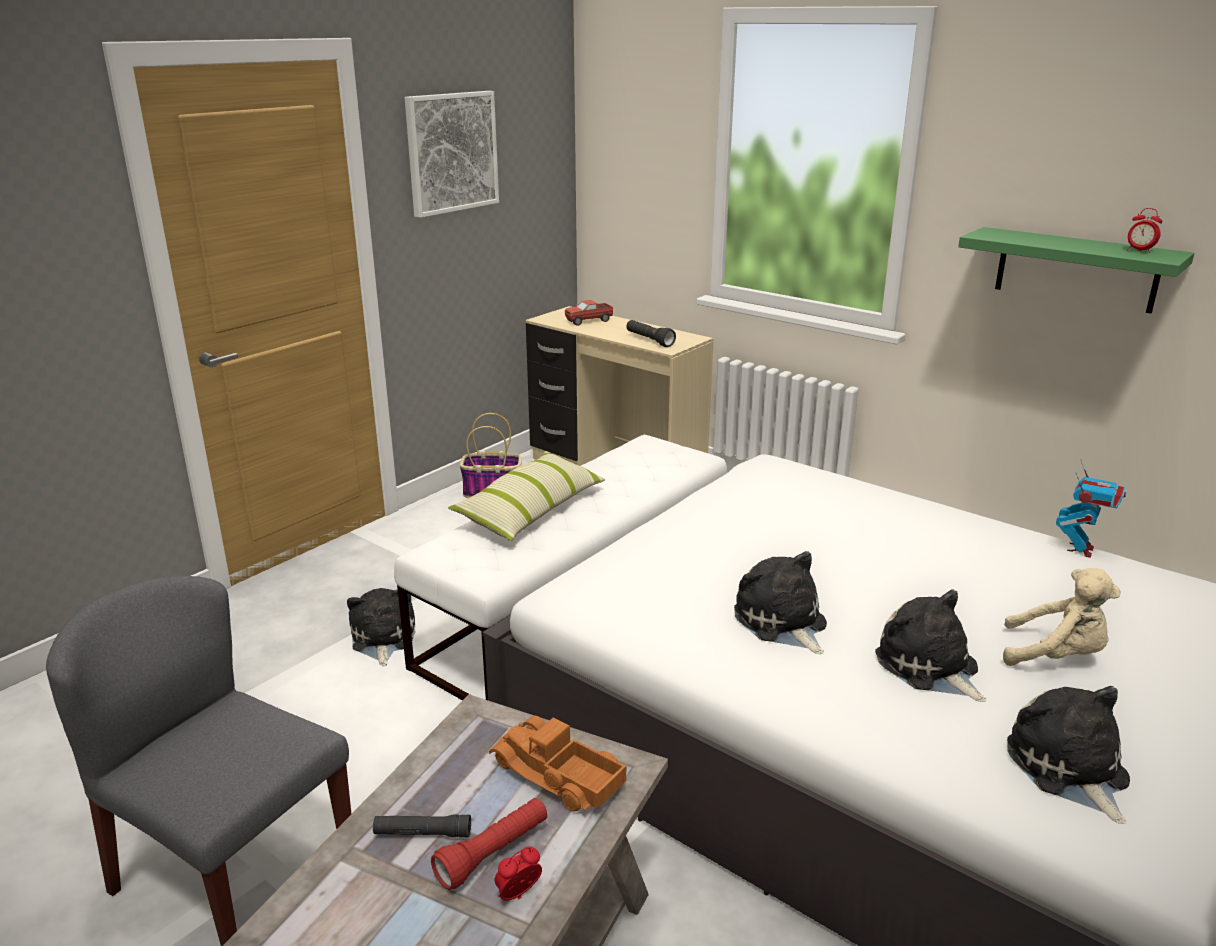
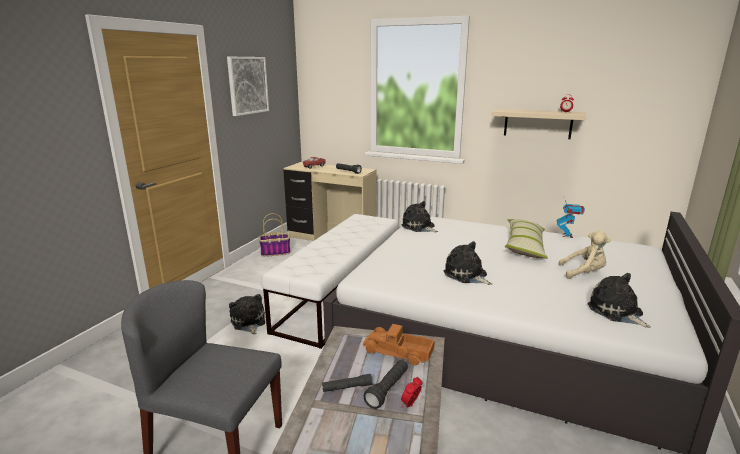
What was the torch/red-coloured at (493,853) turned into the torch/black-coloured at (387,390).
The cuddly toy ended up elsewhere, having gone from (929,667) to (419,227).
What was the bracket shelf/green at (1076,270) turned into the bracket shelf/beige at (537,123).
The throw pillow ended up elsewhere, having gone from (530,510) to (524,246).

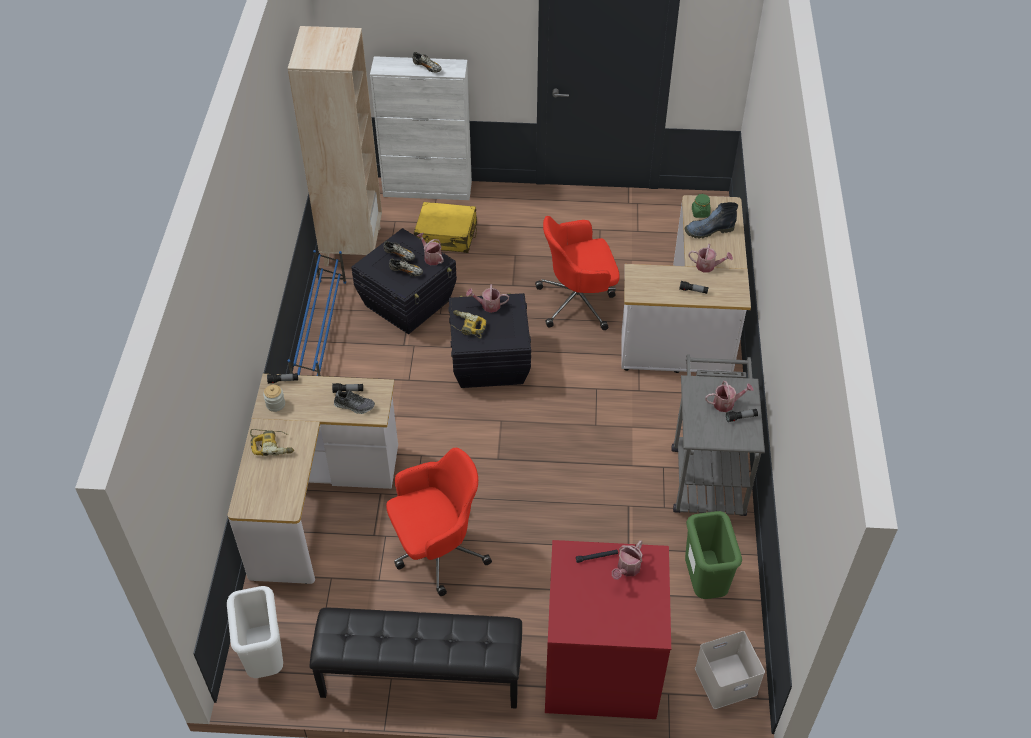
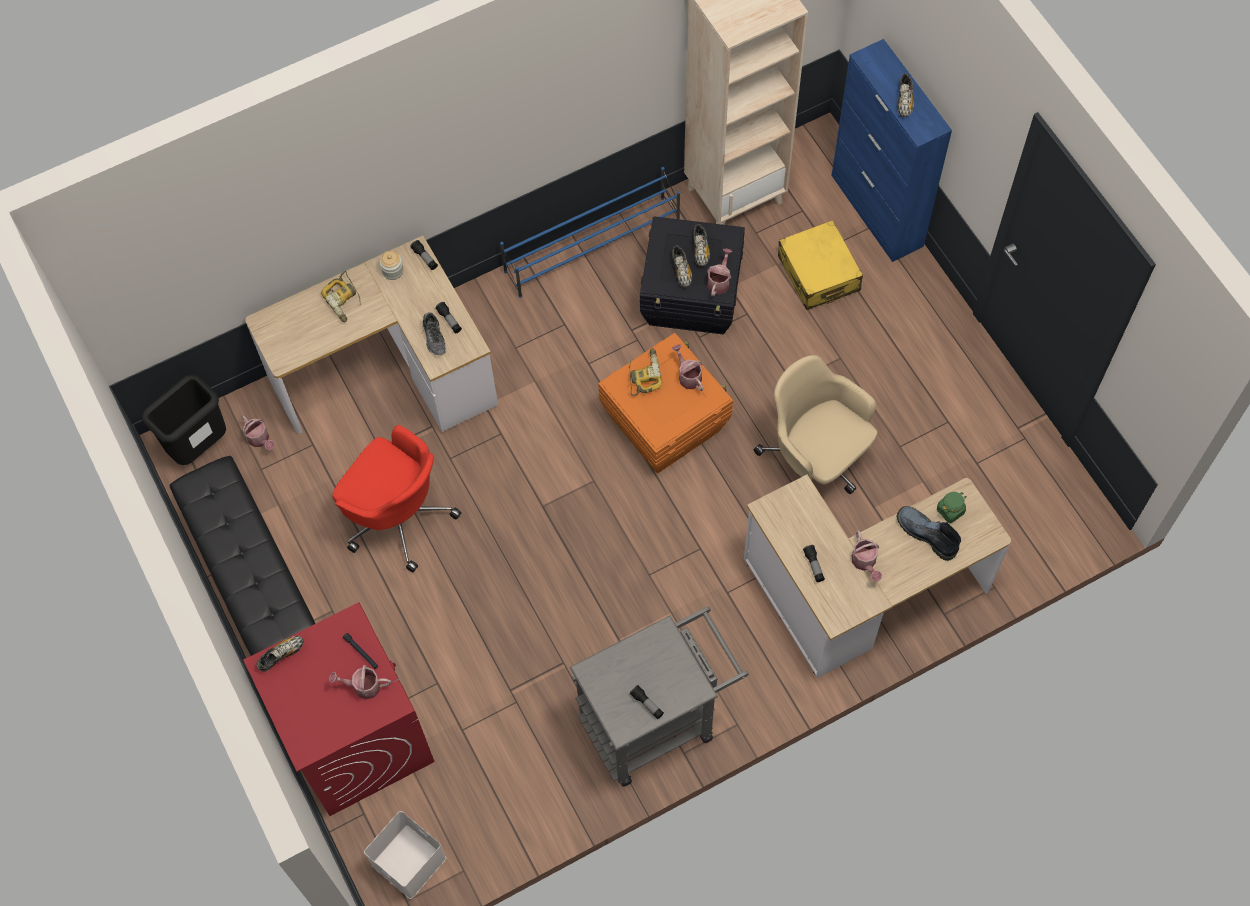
What was the waste bin/white-coloured at (265,659) turned into the waste bin/black-coloured at (199,445).
The sprinkling can ended up elsewhere, having gone from (726,403) to (260,439).
The second view gained the low shoe at (281,655).
What was the storage box/black-coloured at (489,361) turned into the storage box/orange-coloured at (665,423).
What was the computer chair/red-coloured at (578,302) turned into the computer chair/beige at (815,461).
What was the cabinet/white-coloured at (428,189) turned into the cabinet/blue-coloured at (877,211).
The second view lost the waste bin/green at (705,583).

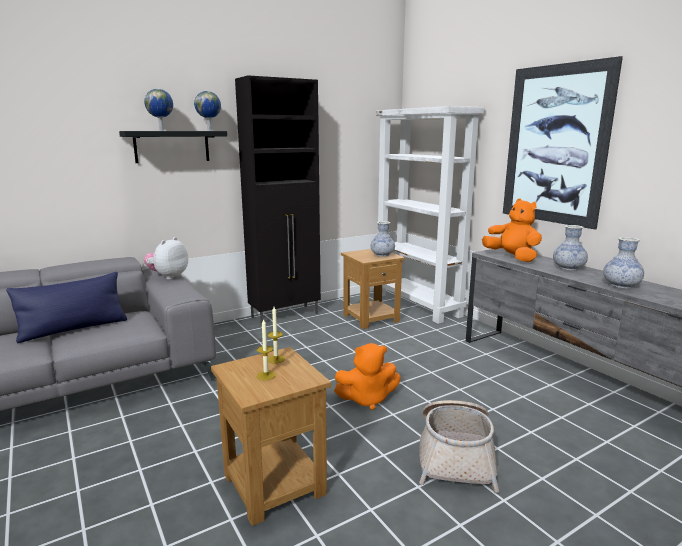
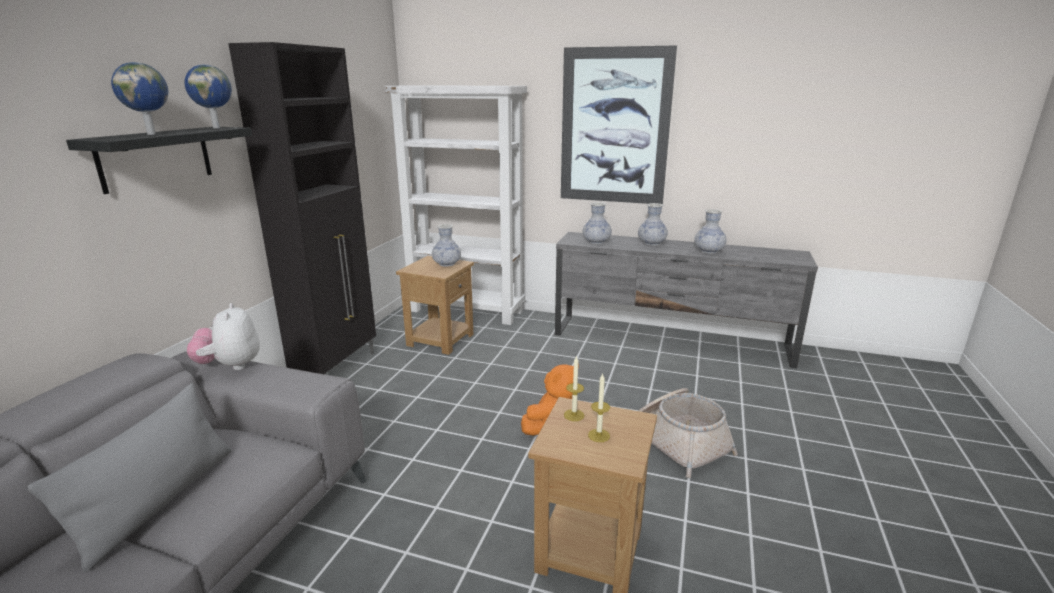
What was the throw pillow/blue-coloured at (74,329) turned into the throw pillow/gray at (158,502).
Where the cuddly toy/orange-coloured stood at (512,257), the decorative vase came to stand at (596,242).

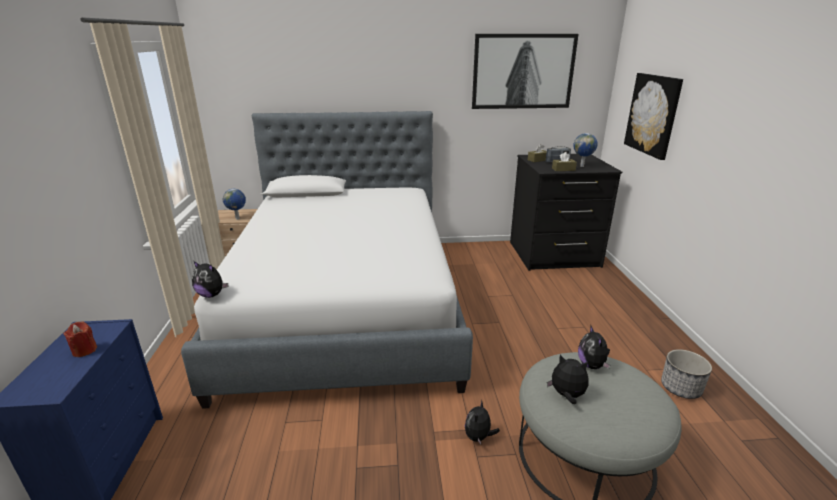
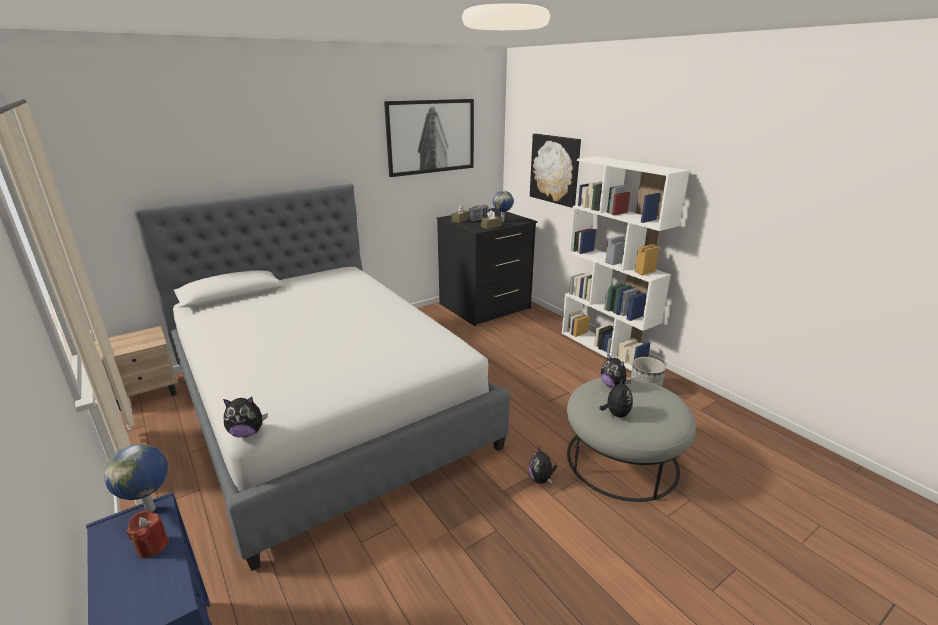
The globe ended up elsewhere, having gone from (238,219) to (152,509).
The second view gained the bookshelf/white-coloured at (606,348).
The cuddly toy at (566,395) ended up facing another way, 105 degrees clockwise from before.

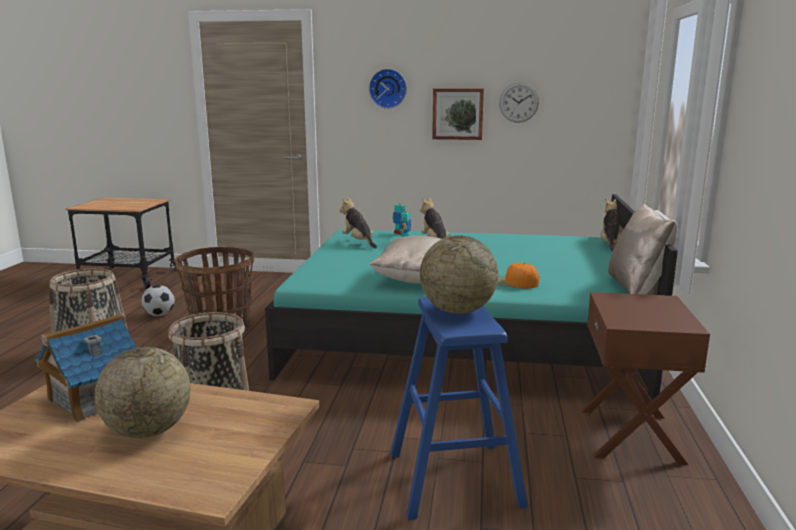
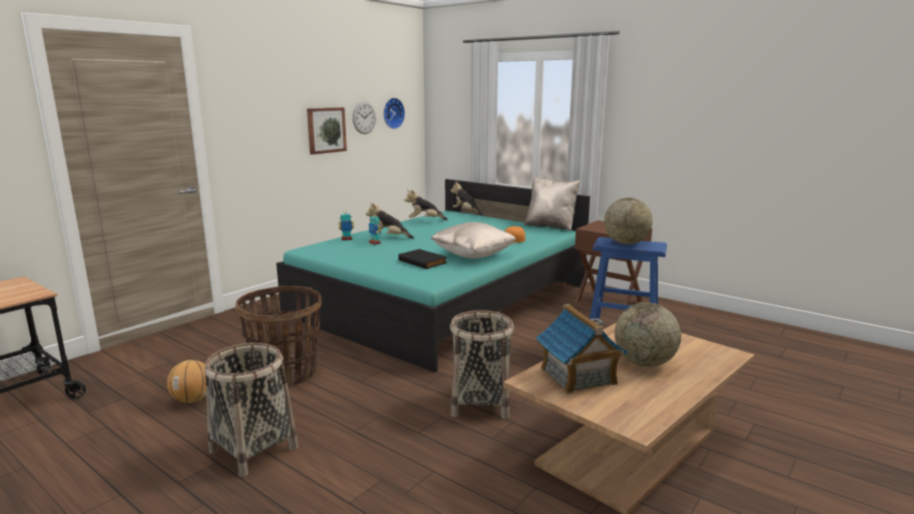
Where the football ball stood at (159,315), the ball for basketball came to stand at (193,400).
The clock on the wall ended up elsewhere, having gone from (388,88) to (392,113).
The second view gained the bound book/black-coloured at (423,261).
The cuddly toy ended up elsewhere, having gone from (358,242) to (425,220).

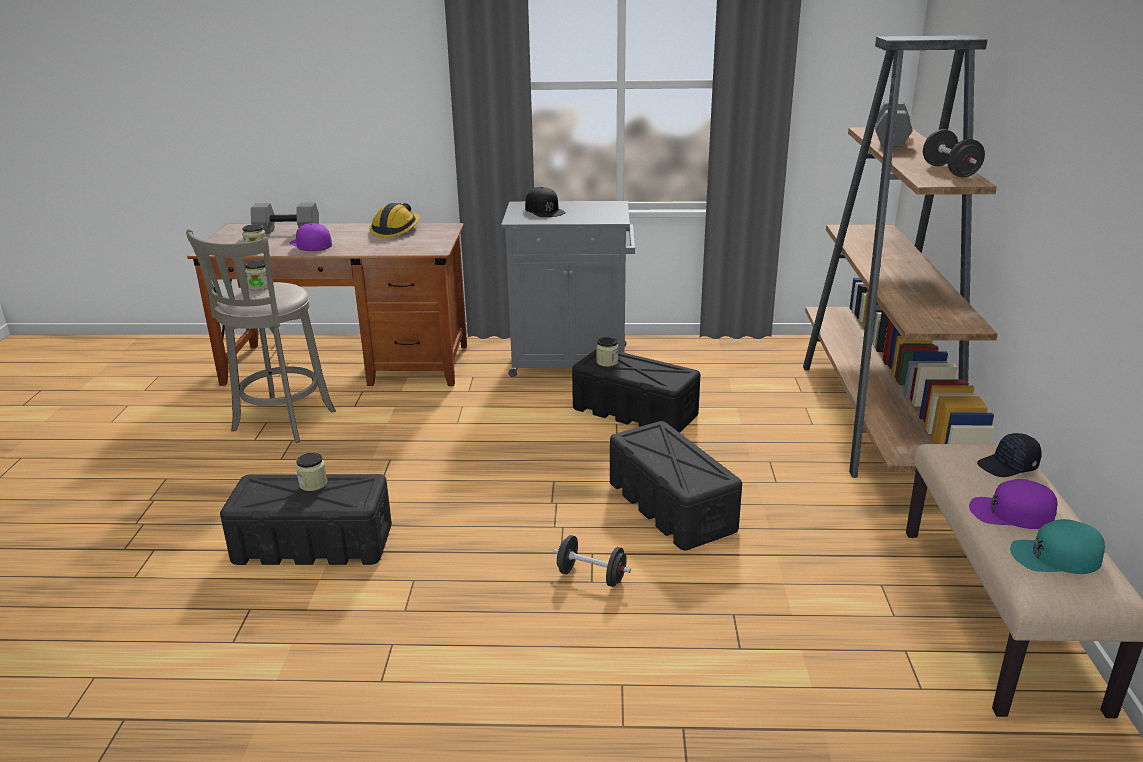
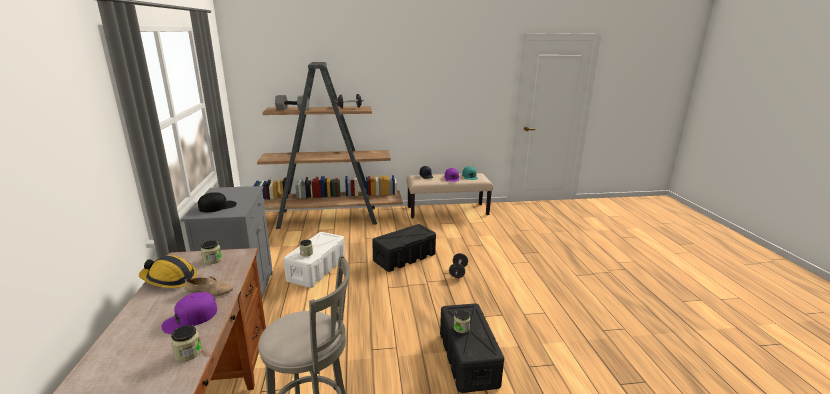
The second view gained the low shoe/beige at (210,291).
The storage jar ended up elsewhere, having gone from (259,286) to (212,260).
What was the storage box/black-coloured at (635,412) turned into the storage box/white-coloured at (317,269).
The second view lost the hand weight/gray at (286,231).

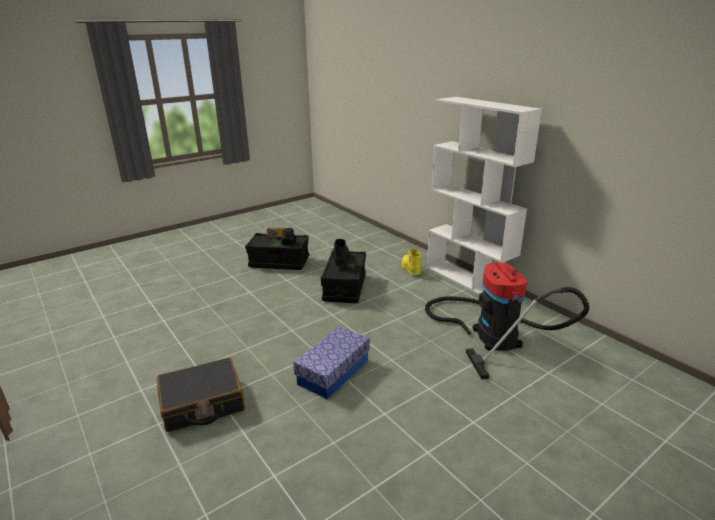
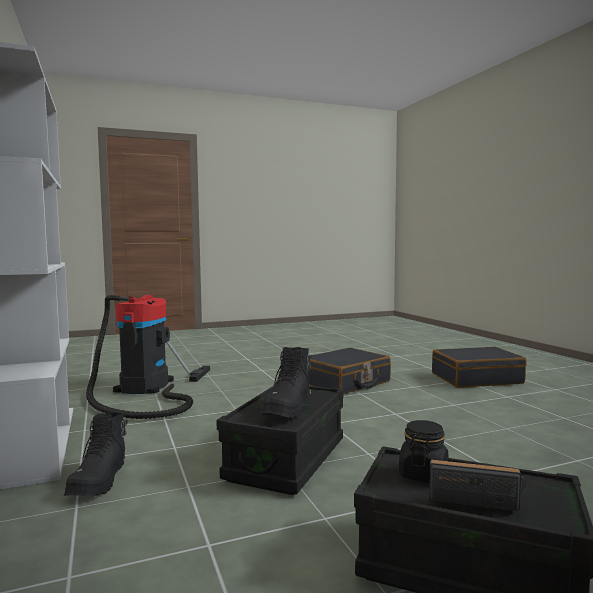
What was the tall boot/yellow at (410,269) turned into the tall boot/black-coloured at (99,481).
Where the storage box stood at (333,372), the suitcase/black-coloured came to stand at (346,382).

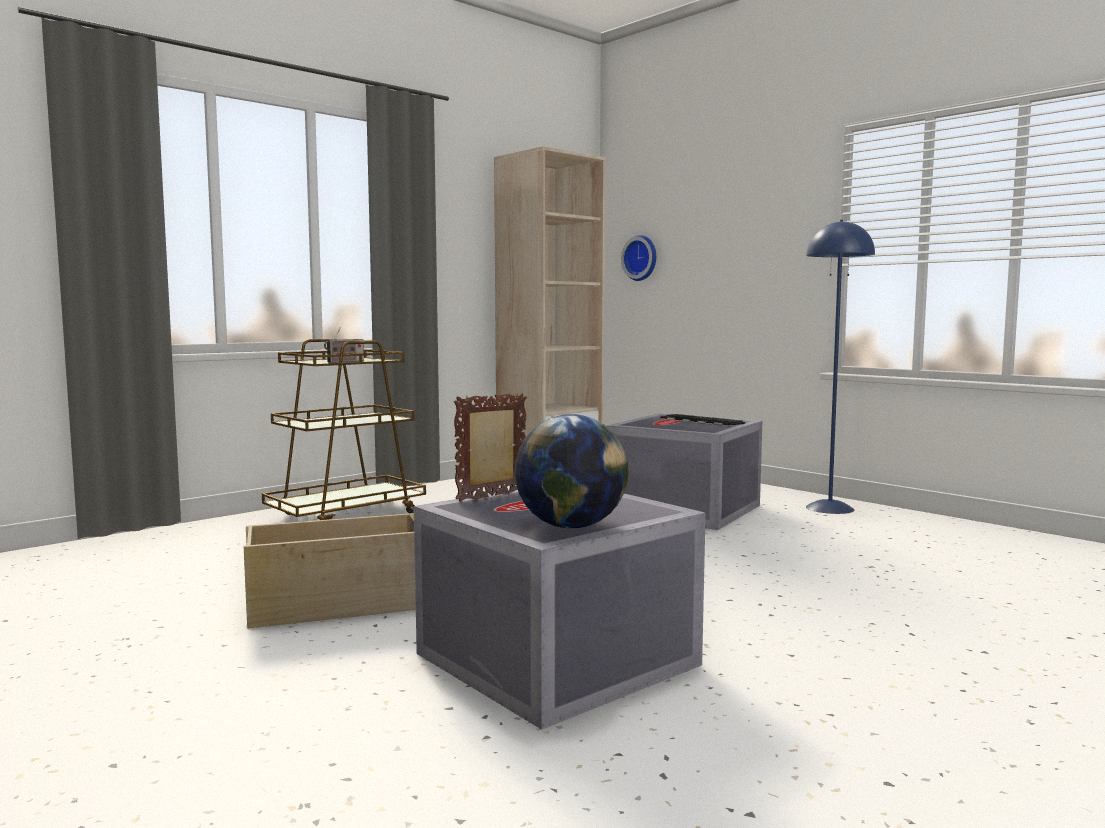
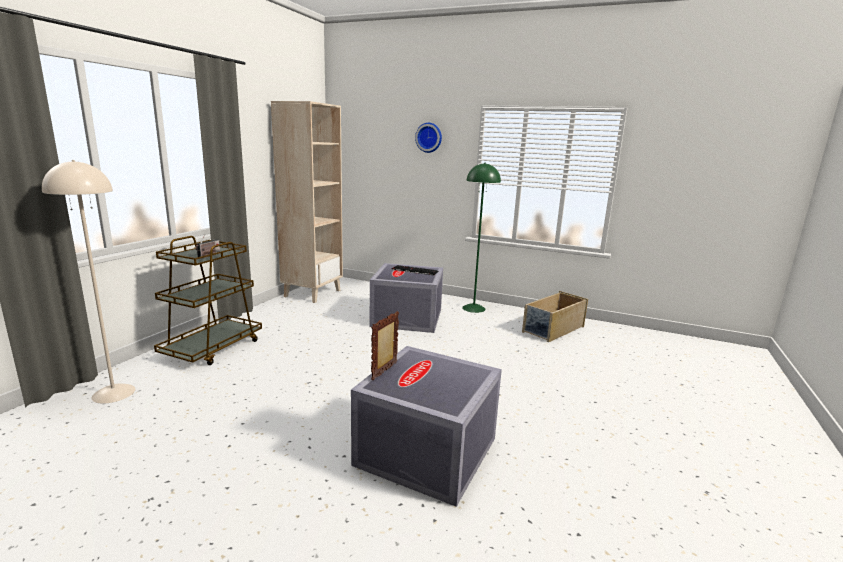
The second view gained the floor lamp/beige at (114,393).
The clock on the wall ended up elsewhere, having gone from (641,258) to (429,137).
What was the floor lamp/blue-coloured at (829,508) turned into the floor lamp/green at (473,308).
The storage box/beige ended up elsewhere, having gone from (337,606) to (552,329).
The second view lost the globe at (570,526).

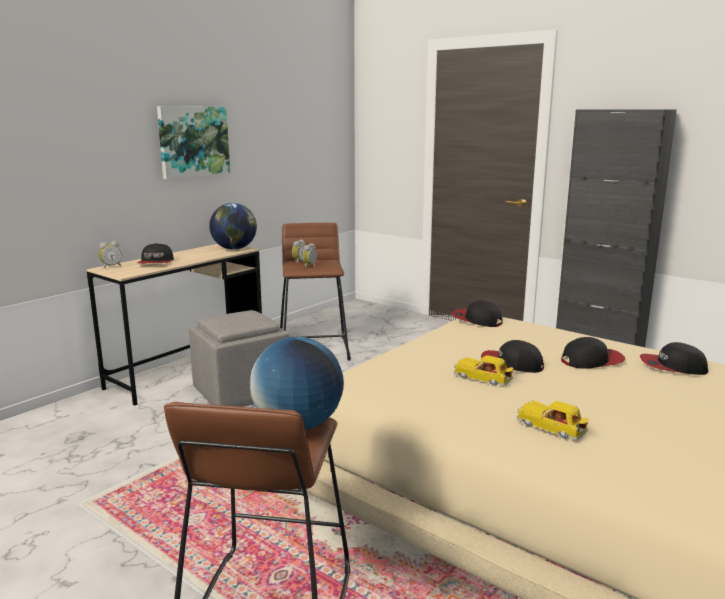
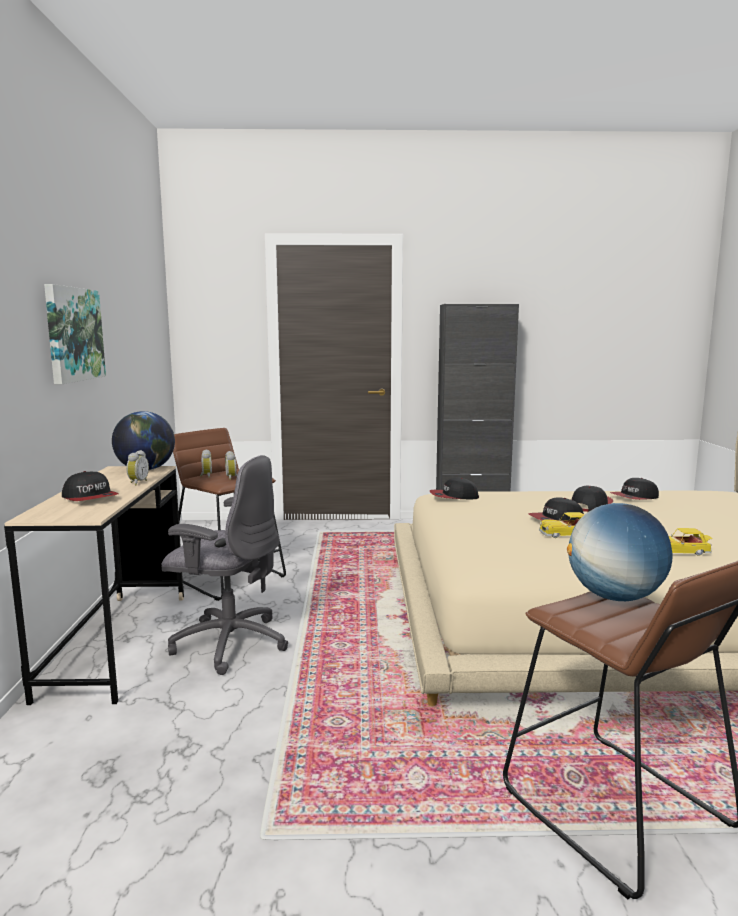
The table clock ended up elsewhere, having gone from (111,266) to (137,483).
Where the footrest/gray stood at (241,393), the computer chair/gray came to stand at (229,643).

